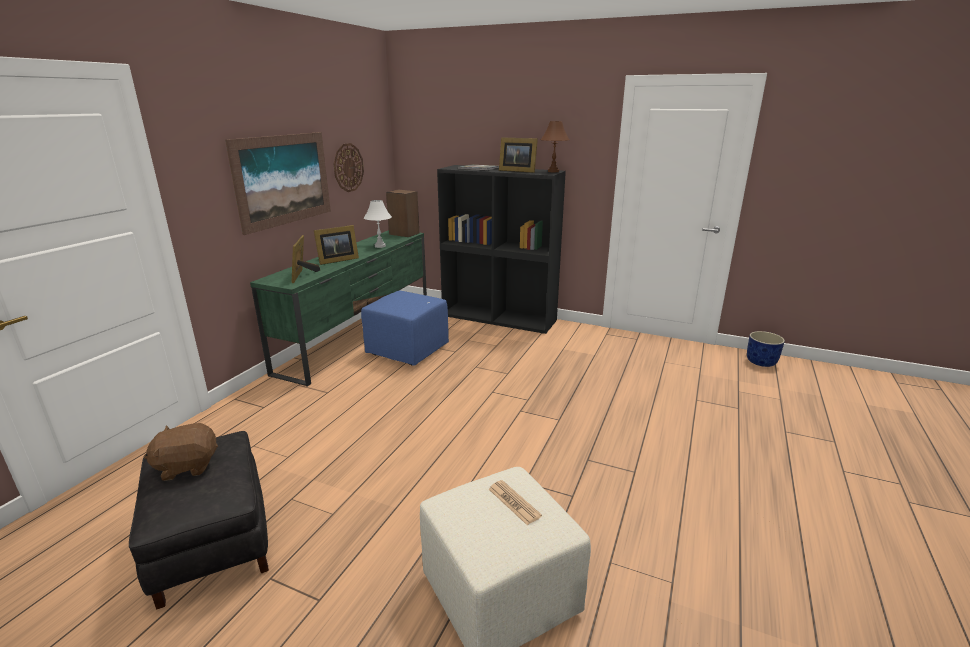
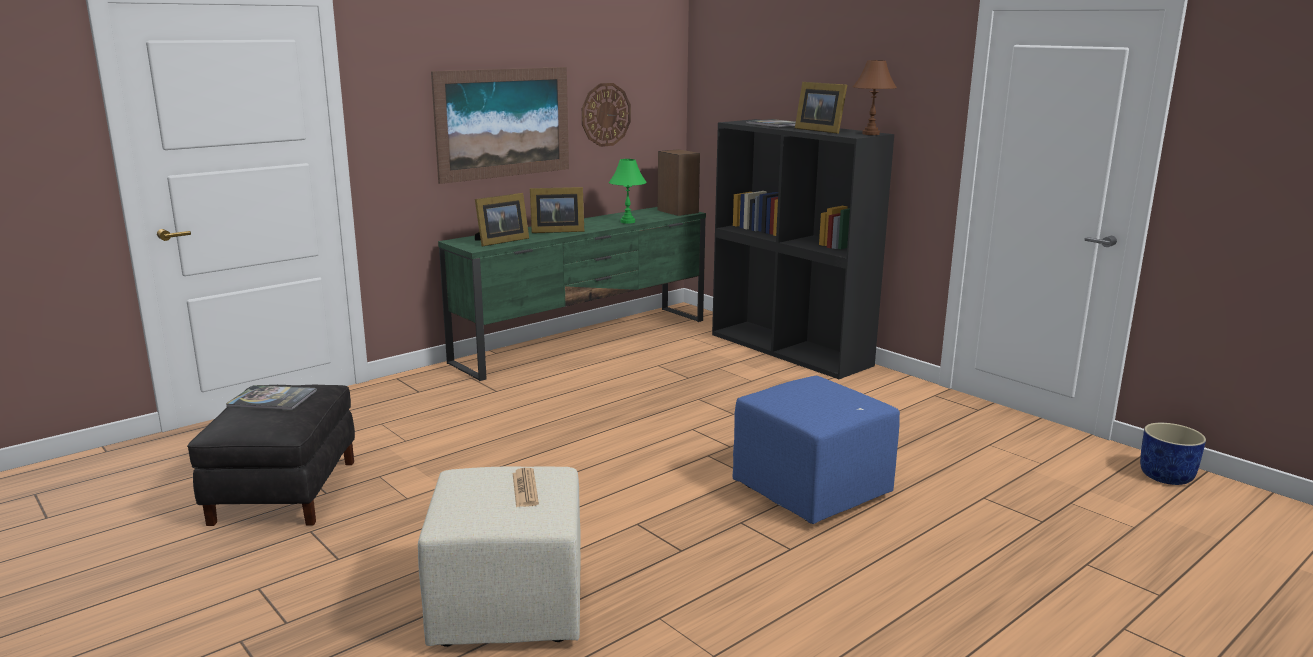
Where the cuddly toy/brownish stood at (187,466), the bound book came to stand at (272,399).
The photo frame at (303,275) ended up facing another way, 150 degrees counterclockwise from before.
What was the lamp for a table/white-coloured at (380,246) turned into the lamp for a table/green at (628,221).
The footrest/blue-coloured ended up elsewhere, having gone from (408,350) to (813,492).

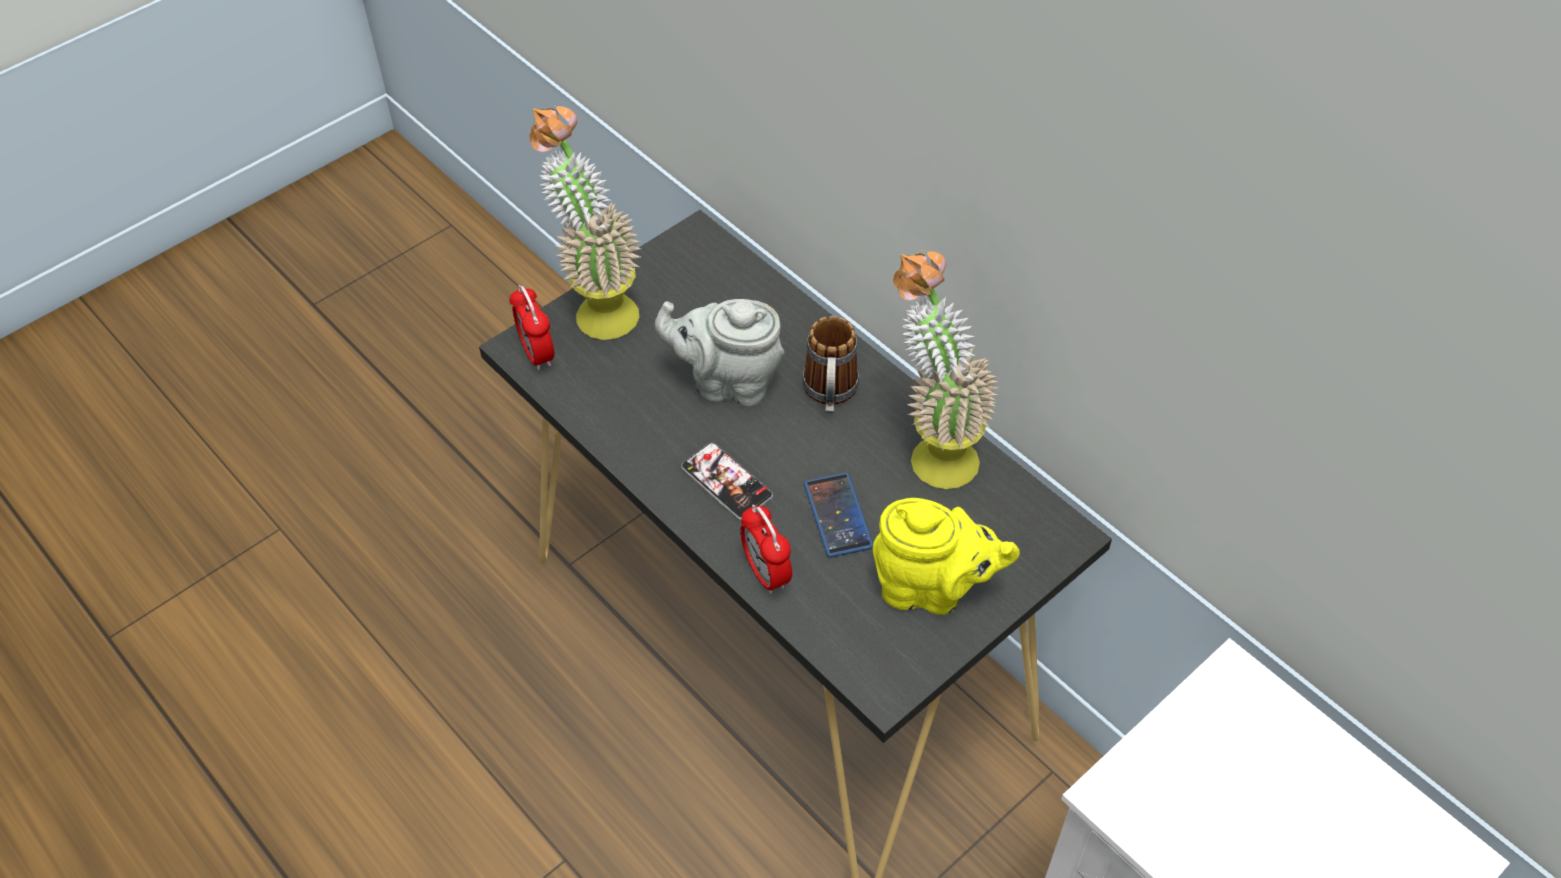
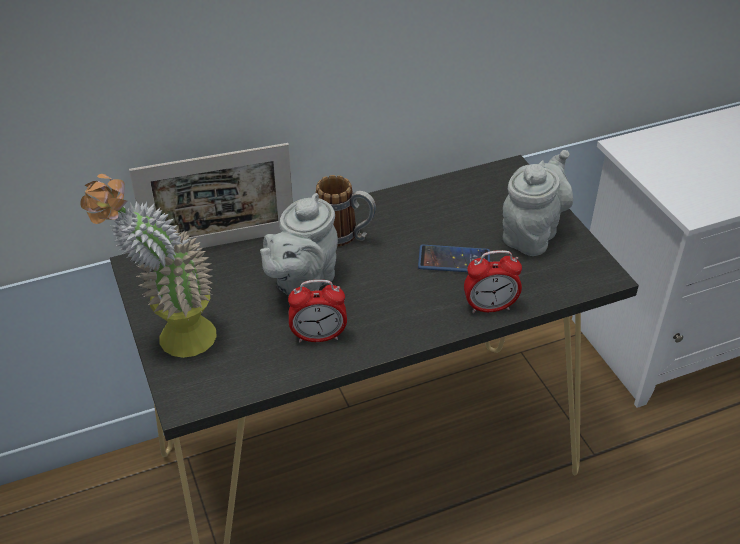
The second view gained the photo frame at (222,243).
The table clock ended up elsewhere, having gone from (537,354) to (318,337).
What was the tea pot/yellow at (932,589) turned into the tea pot/gray at (532,234).
The second view lost the phone at (726,482).
The second view lost the houseplant at (930,451).

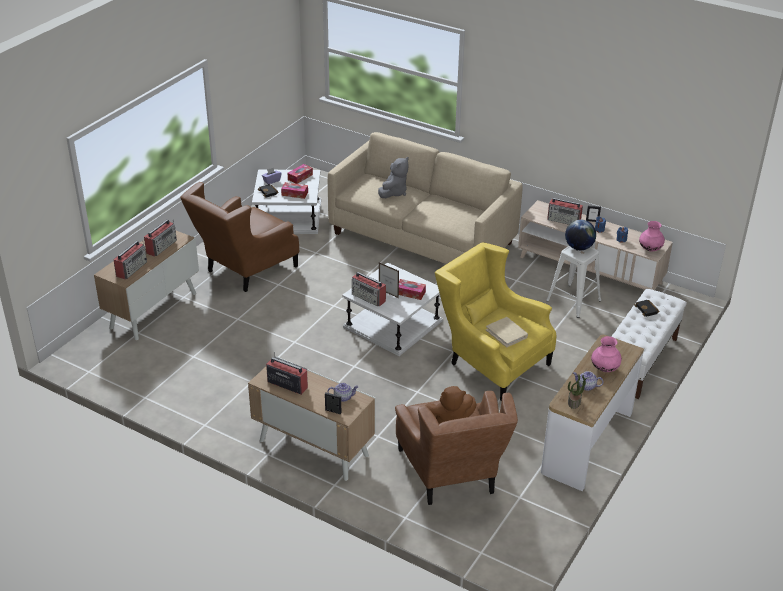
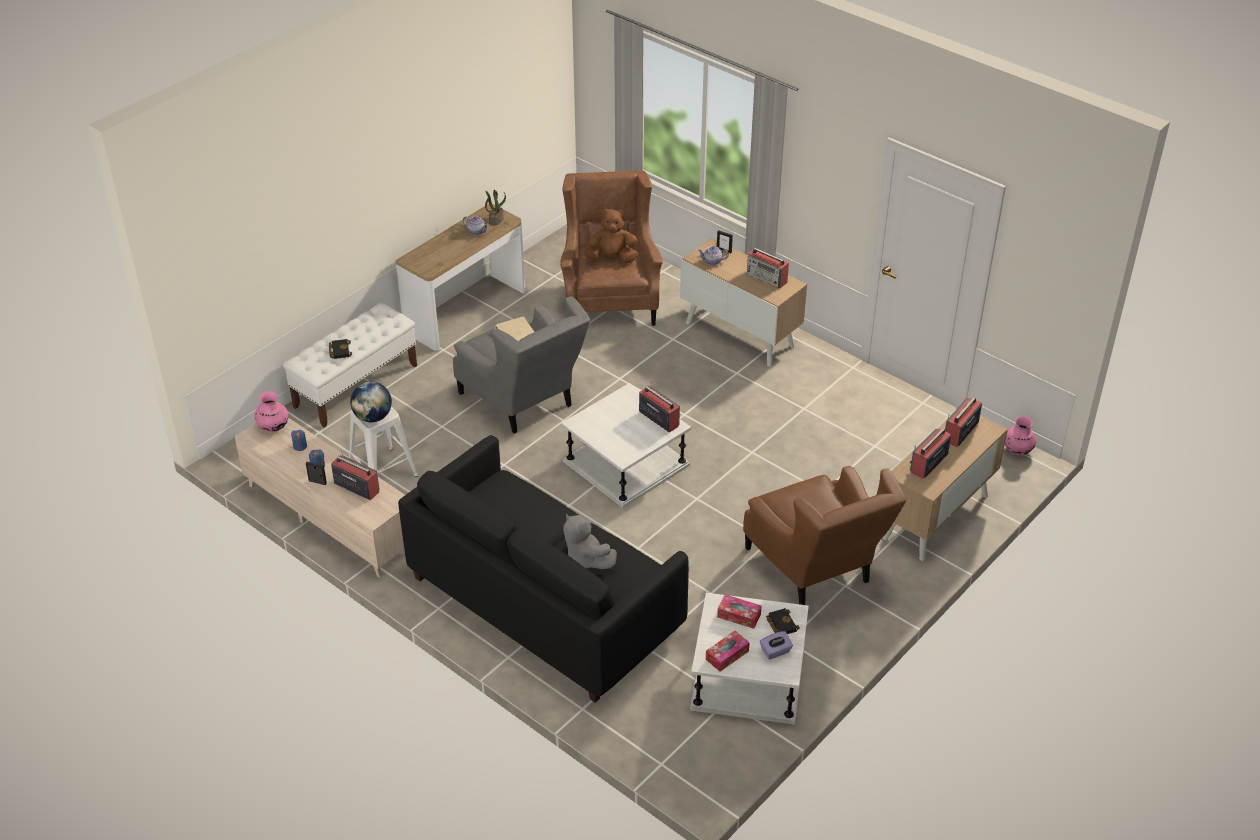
What was the settee/beige at (422,238) turned into the settee/black-coloured at (544,603).
What was the lounge chair/yellow at (491,362) turned into the lounge chair/gray at (524,402).
The cuddly toy/gray at (394,192) ended up facing another way, 75 degrees counterclockwise from before.
The lounge chair/brownish at (244,270) ended up facing another way, 105 degrees clockwise from before.
The decorative vase/pinkish ended up elsewhere, having gone from (604,369) to (1017,450).
The second view lost the photo frame at (388,293).
The second view lost the box of tissues at (410,293).

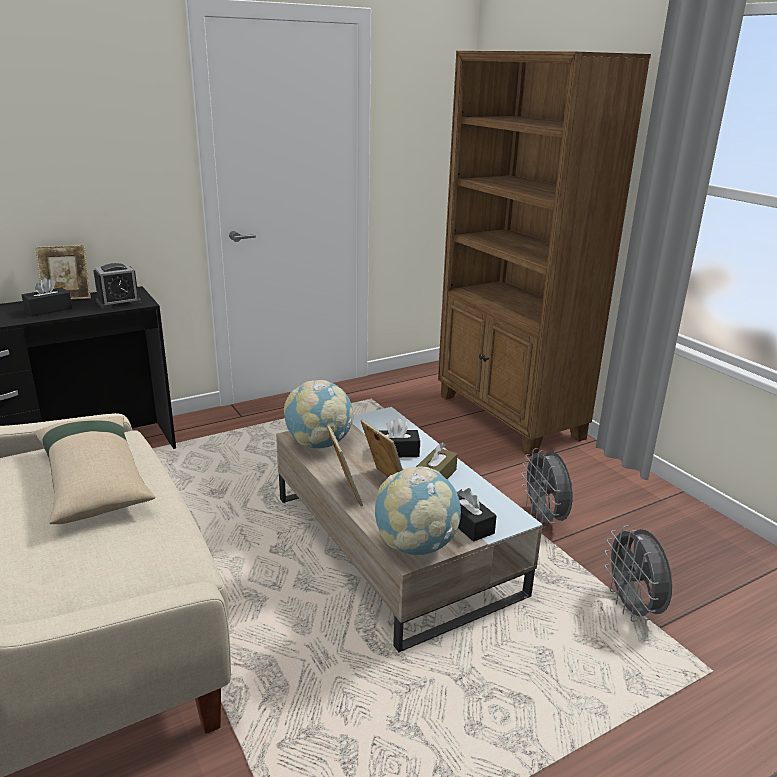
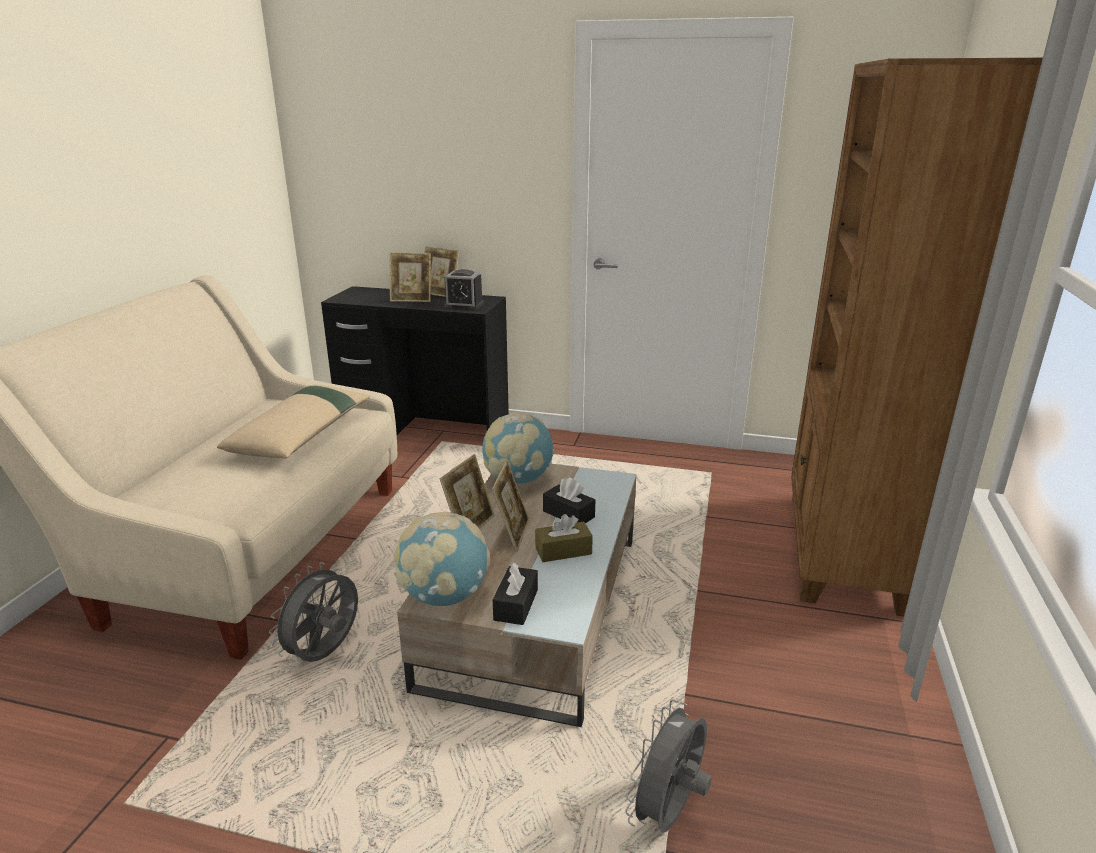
The cooling fan/gray ended up elsewhere, having gone from (544,519) to (325,654).
Where the box of tissues/black-coloured stood at (48,309), the photo frame came to stand at (412,300).

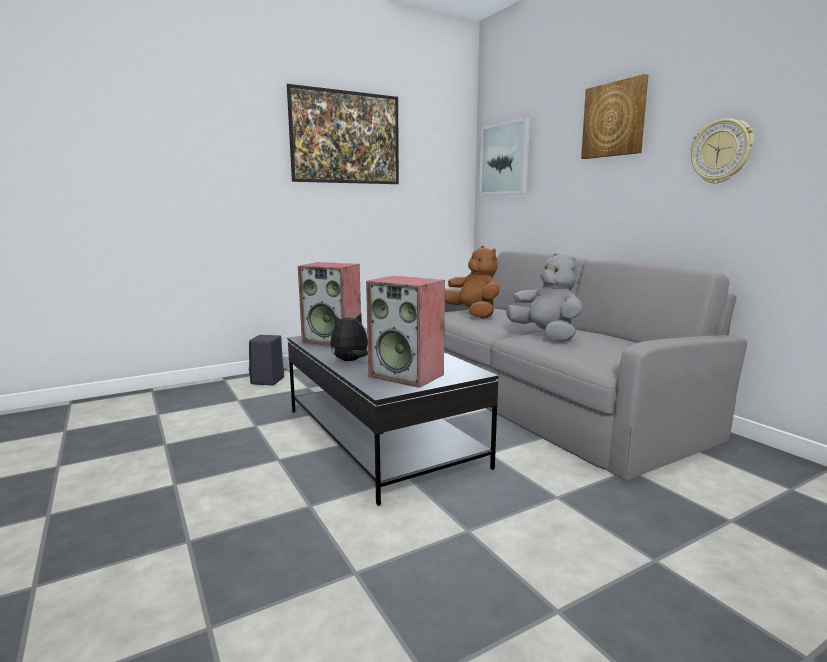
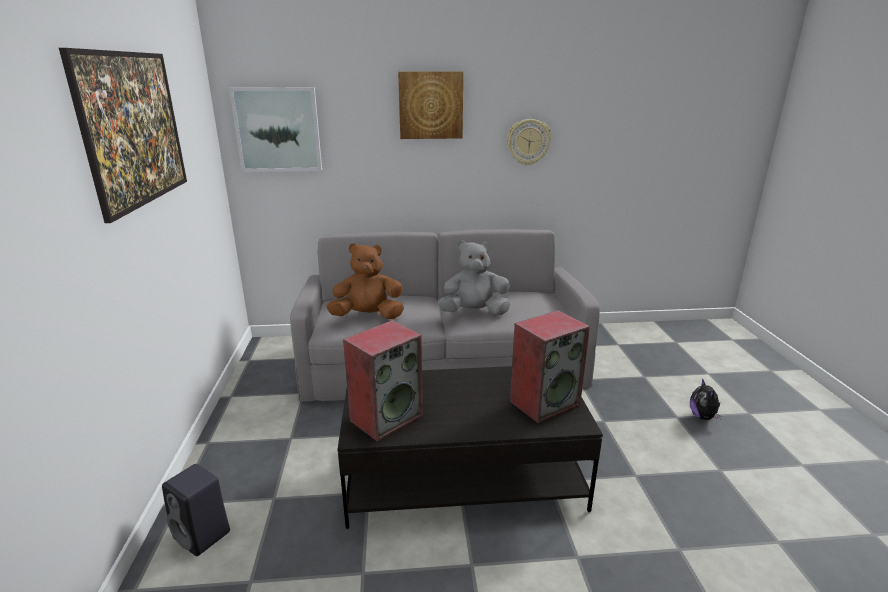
The cuddly toy ended up elsewhere, having gone from (350,361) to (703,417).

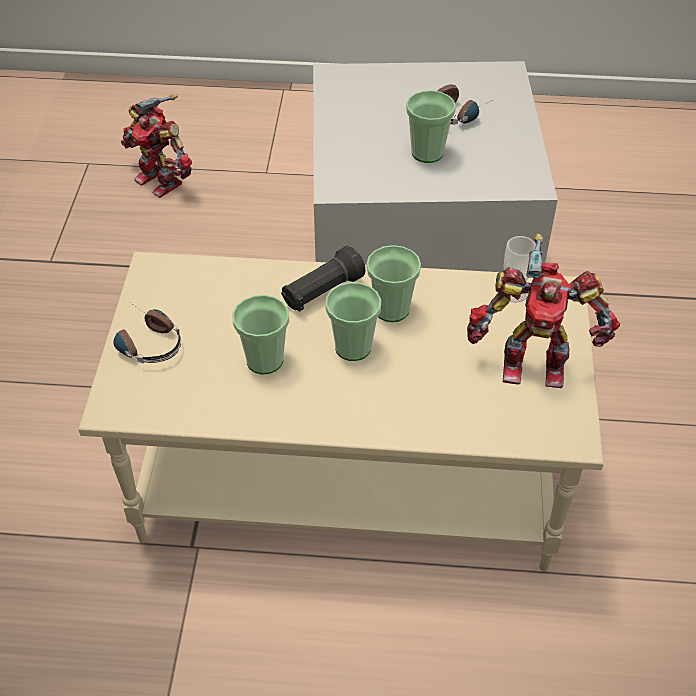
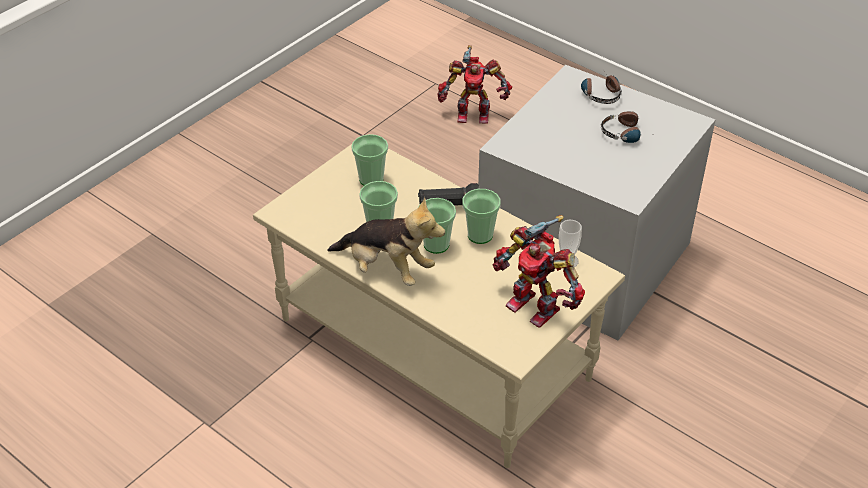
The second view gained the cuddly toy at (387,269).
The cup ended up elsewhere, having gone from (427,153) to (371,179).
The model robot at (161,180) ended up facing another way, 75 degrees counterclockwise from before.
The headphones ended up elsewhere, having gone from (144,341) to (599,92).

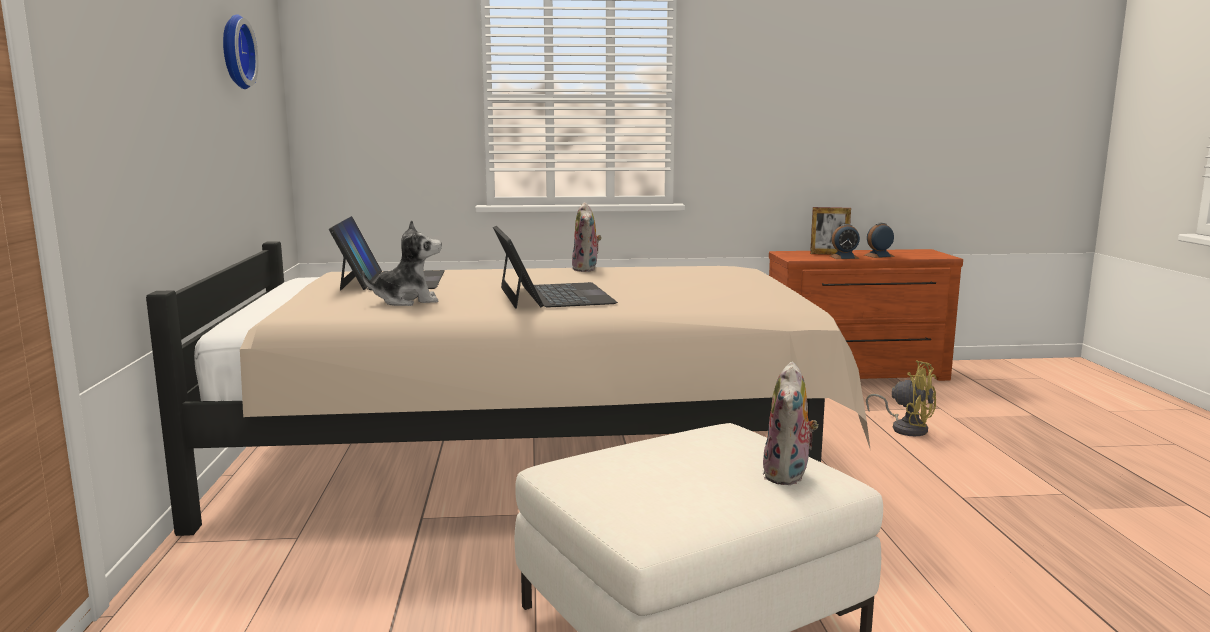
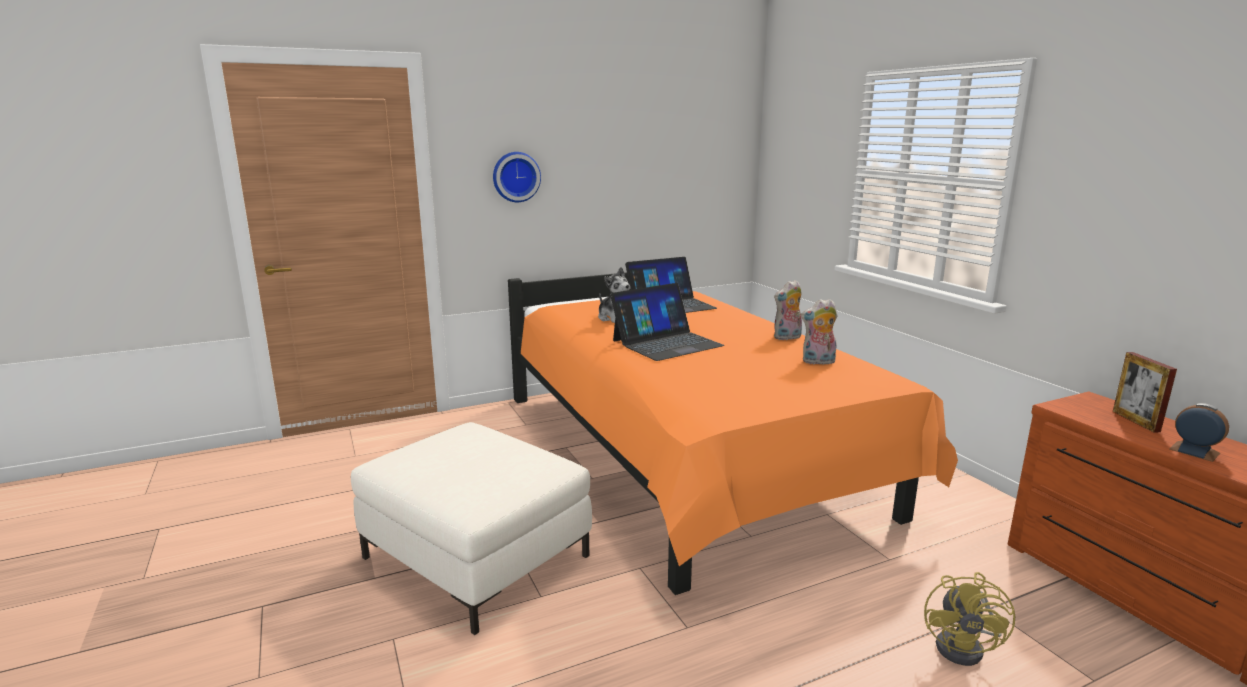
The clock on the wall ended up elsewhere, having gone from (234,52) to (515,177).
What was the sleeping bed/beige at (533,454) turned into the sleeping bed/orange-coloured at (686,457).
The cuddly toy ended up elsewhere, having gone from (788,476) to (818,362).
The second view lost the table clock at (844,257).

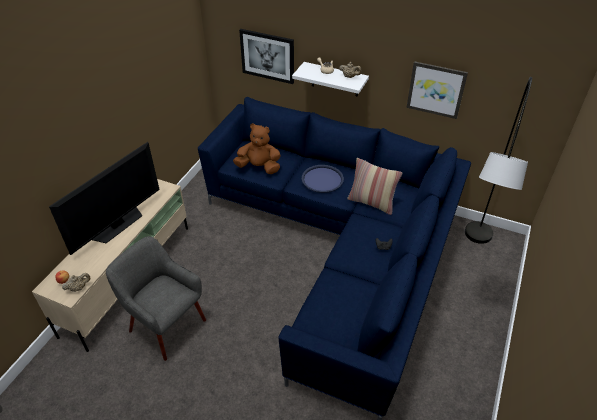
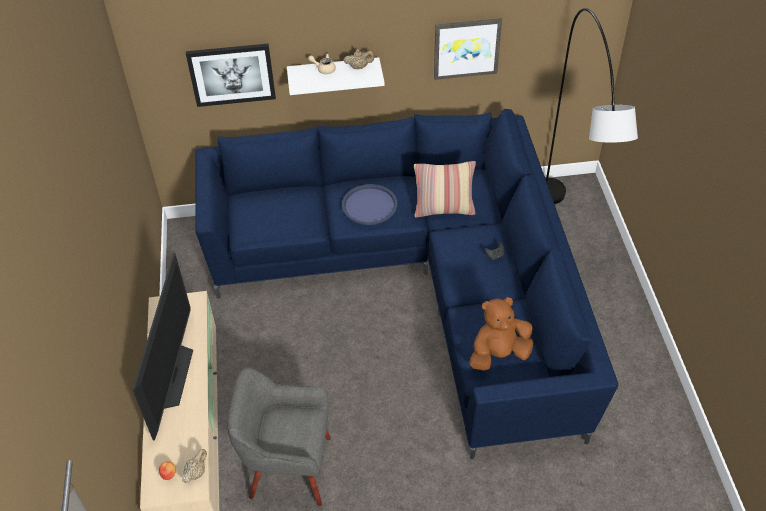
The cuddly toy/brownish ended up elsewhere, having gone from (259,167) to (498,354).

